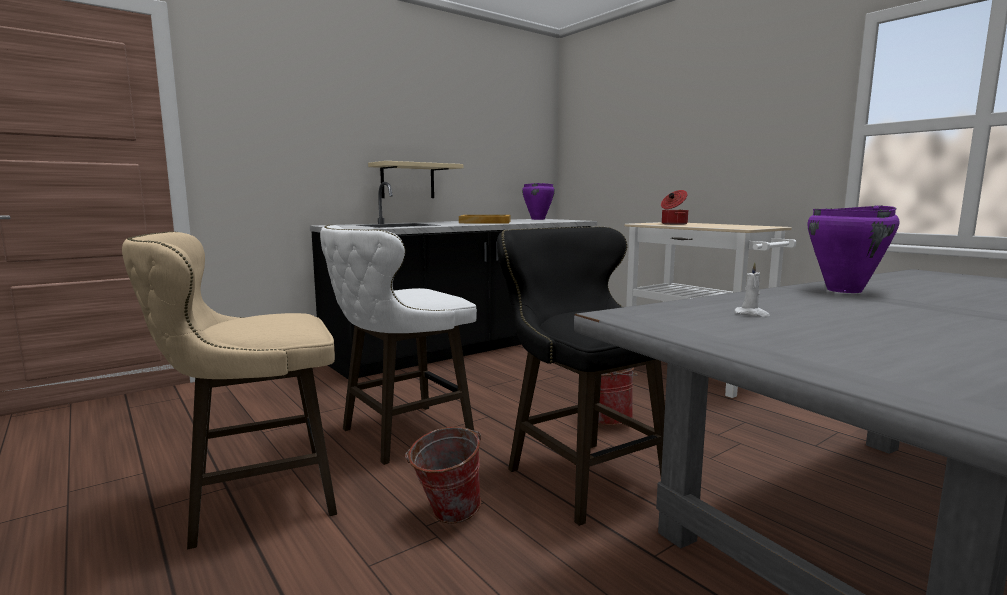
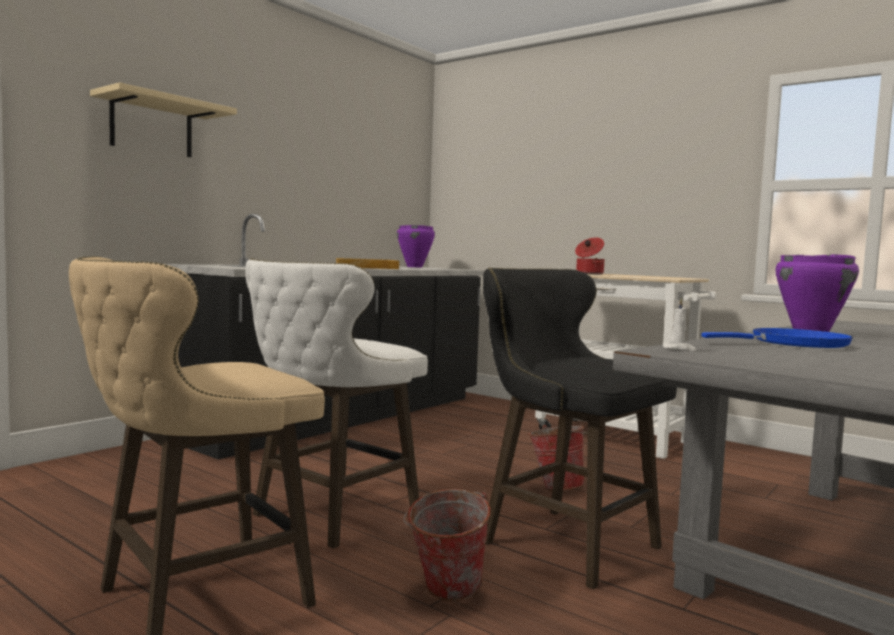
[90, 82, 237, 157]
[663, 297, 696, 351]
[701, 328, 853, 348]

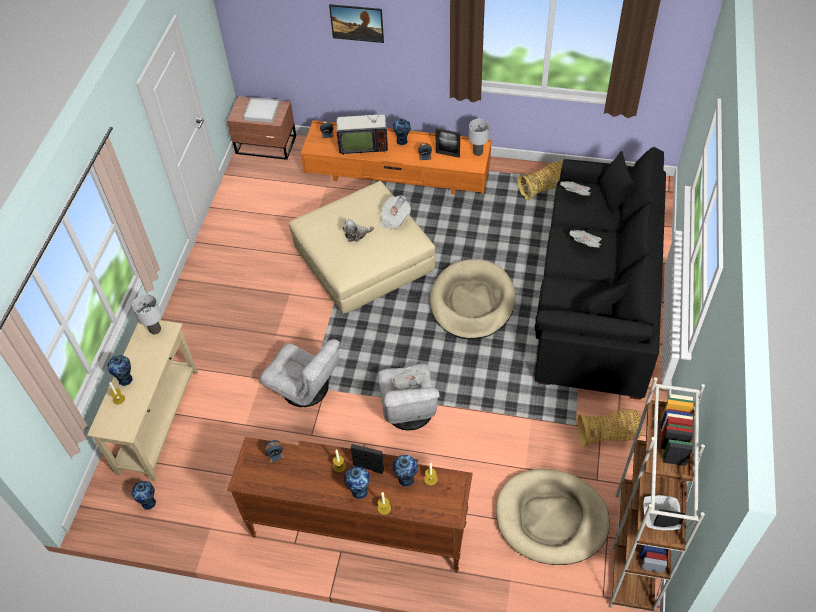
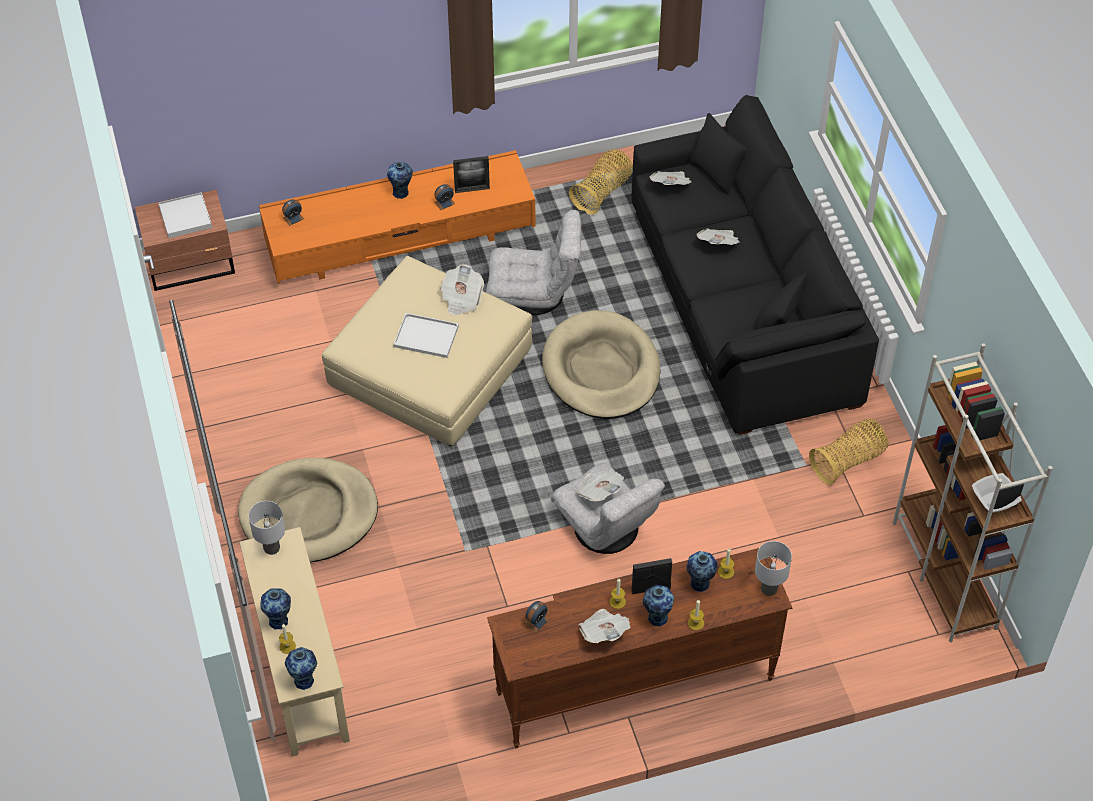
[285, 647, 317, 690]
[486, 210, 581, 315]
[329, 4, 384, 43] (first image)
[336, 102, 388, 155] (first image)
[393, 313, 459, 358]
[755, 541, 792, 596]
[238, 458, 378, 562]
[578, 609, 630, 643]

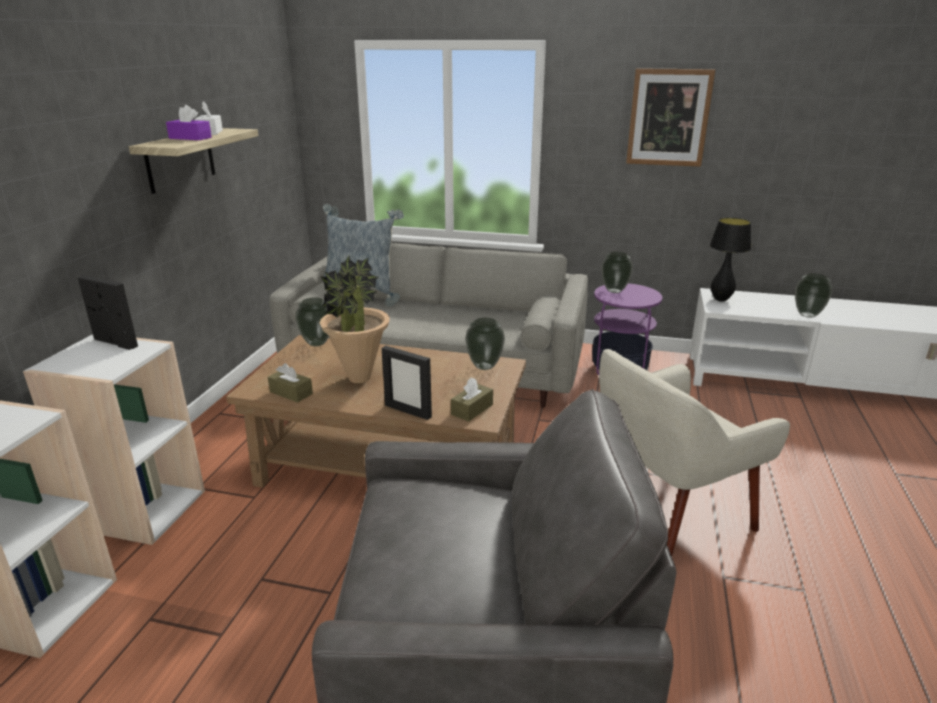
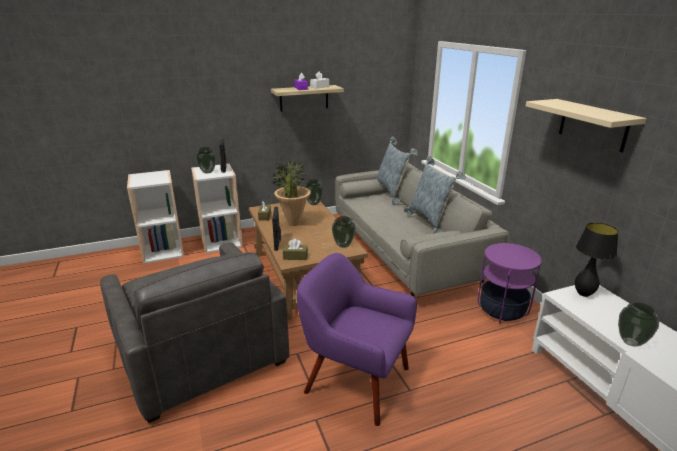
[297, 253, 417, 426]
[196, 147, 216, 174]
[526, 99, 646, 153]
[404, 156, 466, 234]

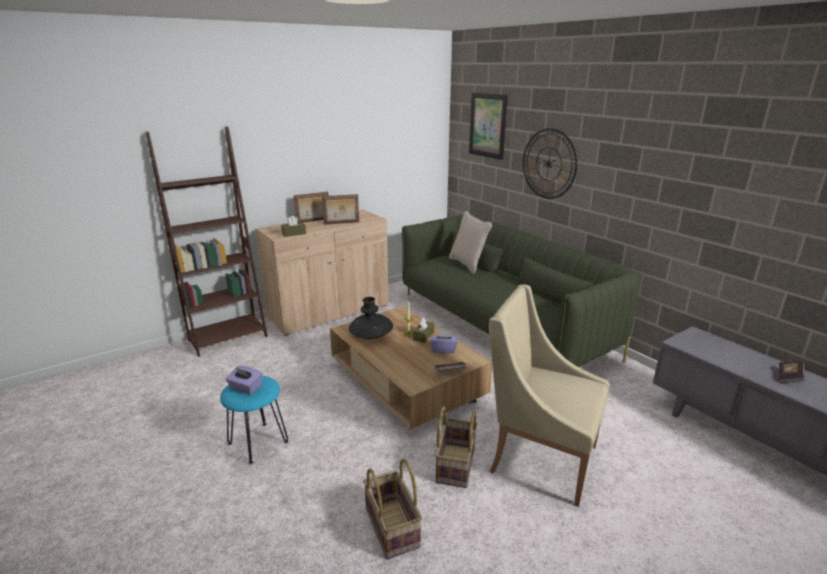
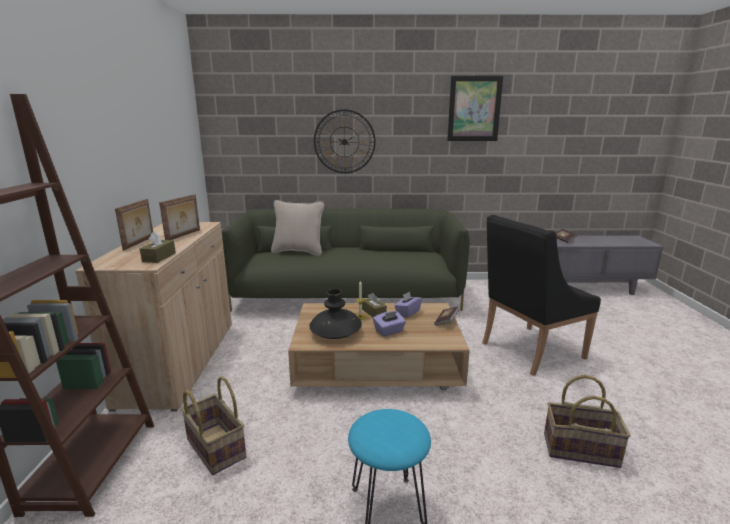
[373, 311, 406, 336]
[181, 376, 246, 475]
[447, 76, 503, 141]
[482, 215, 601, 376]

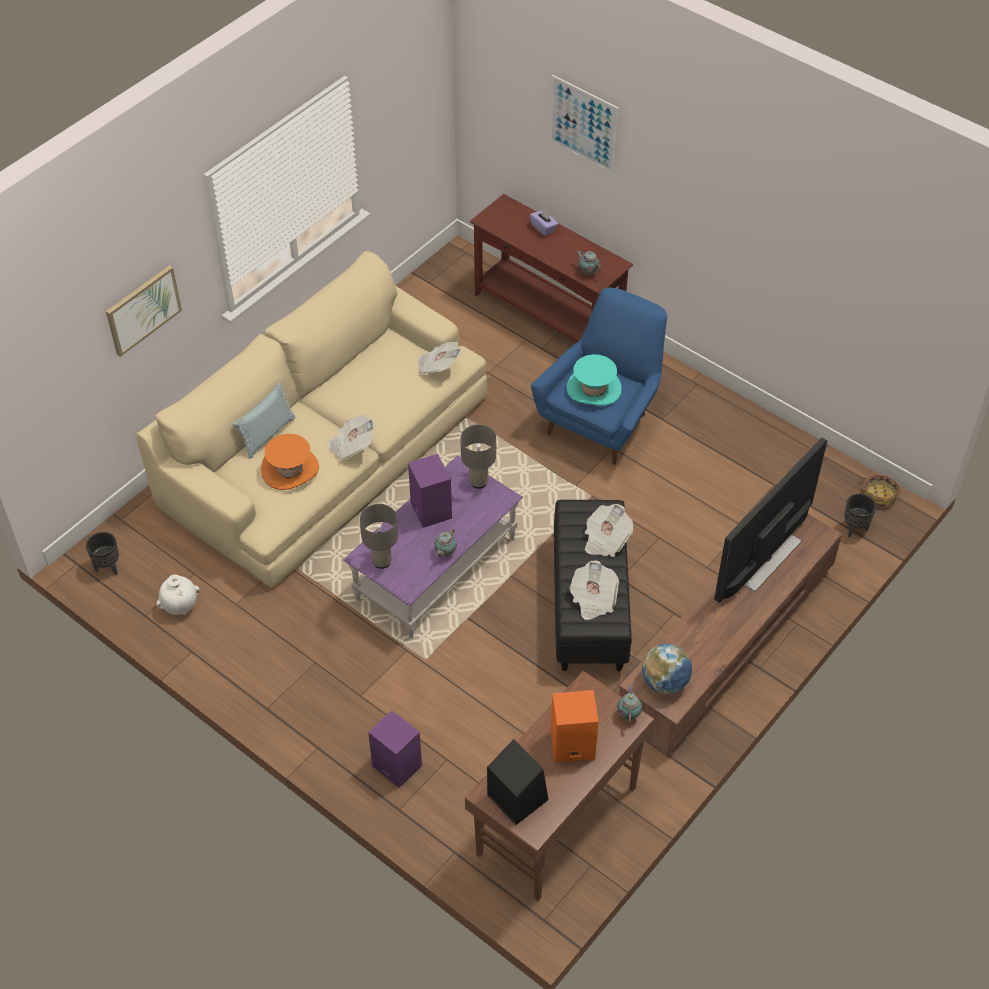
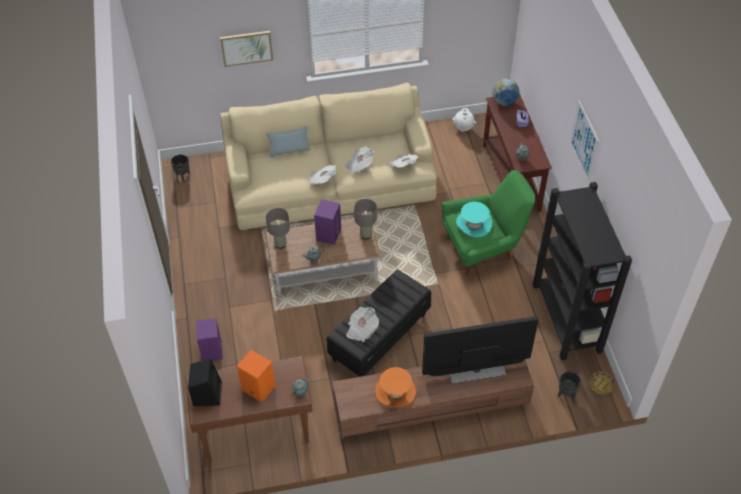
[452, 108, 476, 132]
[375, 367, 416, 407]
[265, 218, 381, 296]
[442, 170, 536, 276]
[570, 100, 599, 182]
[344, 147, 374, 174]
[492, 79, 519, 106]
[533, 182, 632, 360]

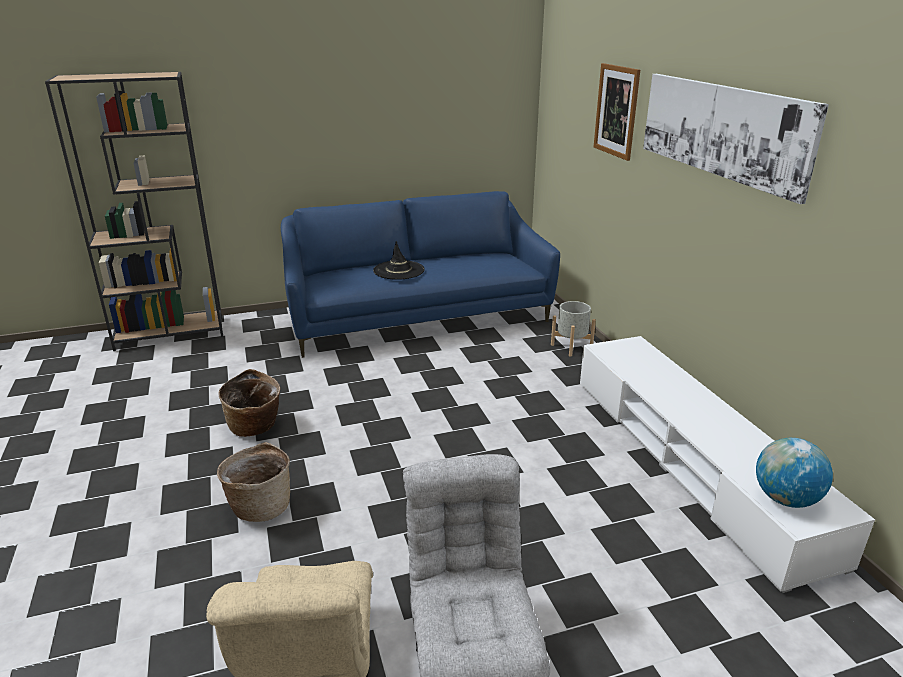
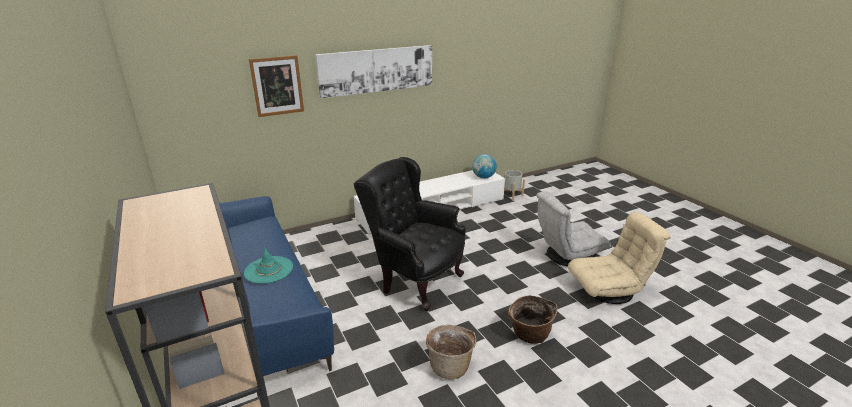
[244, 247, 293, 284]
[504, 170, 525, 201]
[354, 157, 466, 311]

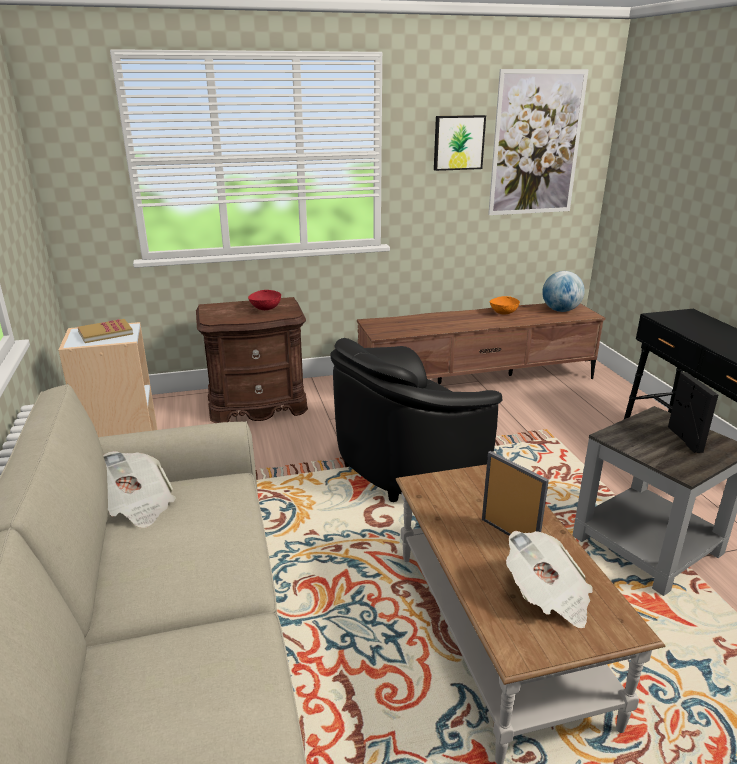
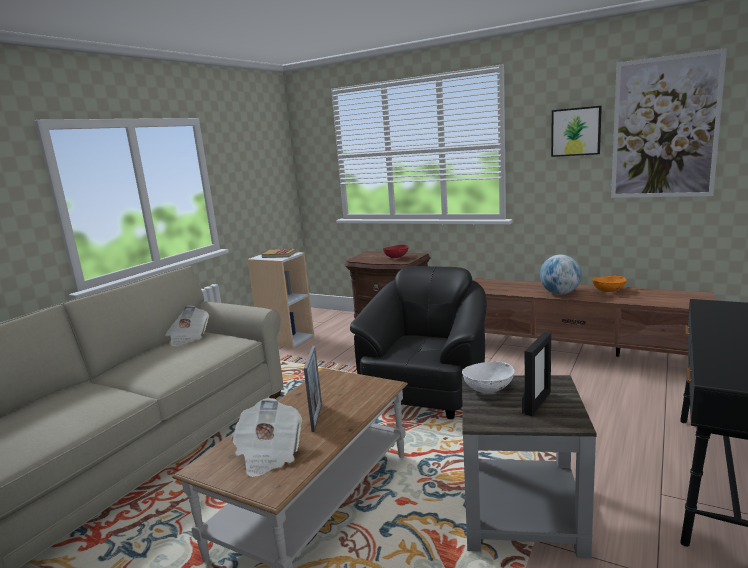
[350, 266, 487, 419]
[540, 255, 582, 295]
[462, 361, 515, 393]

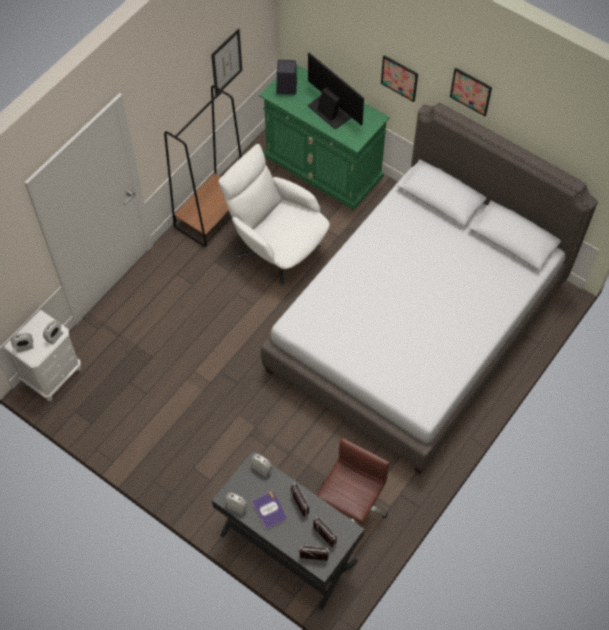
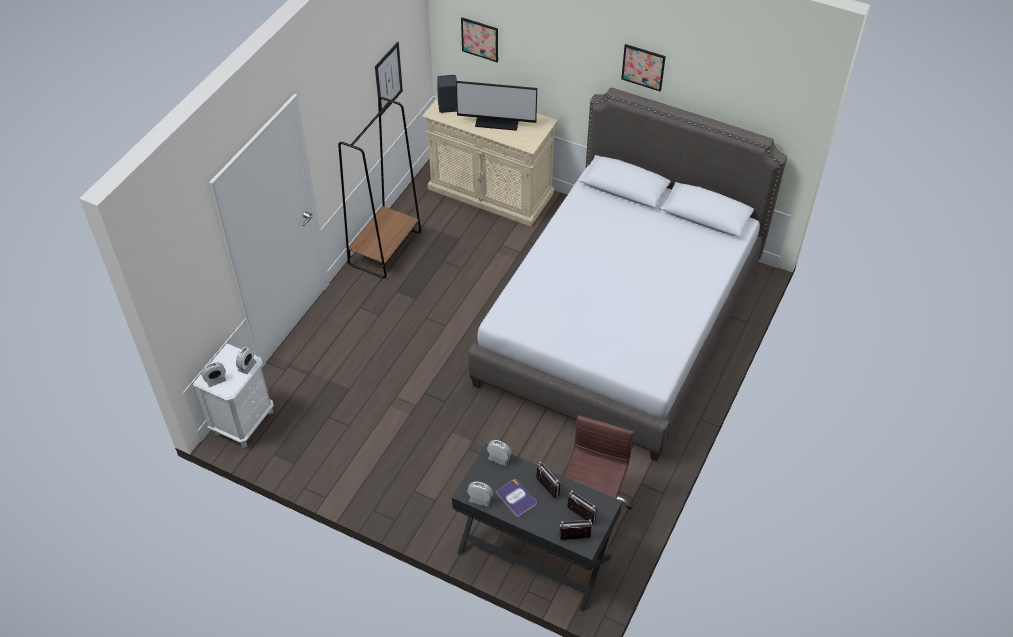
[218, 144, 330, 286] (first image)
[422, 98, 558, 226]
[456, 81, 537, 131]
[461, 17, 498, 62]

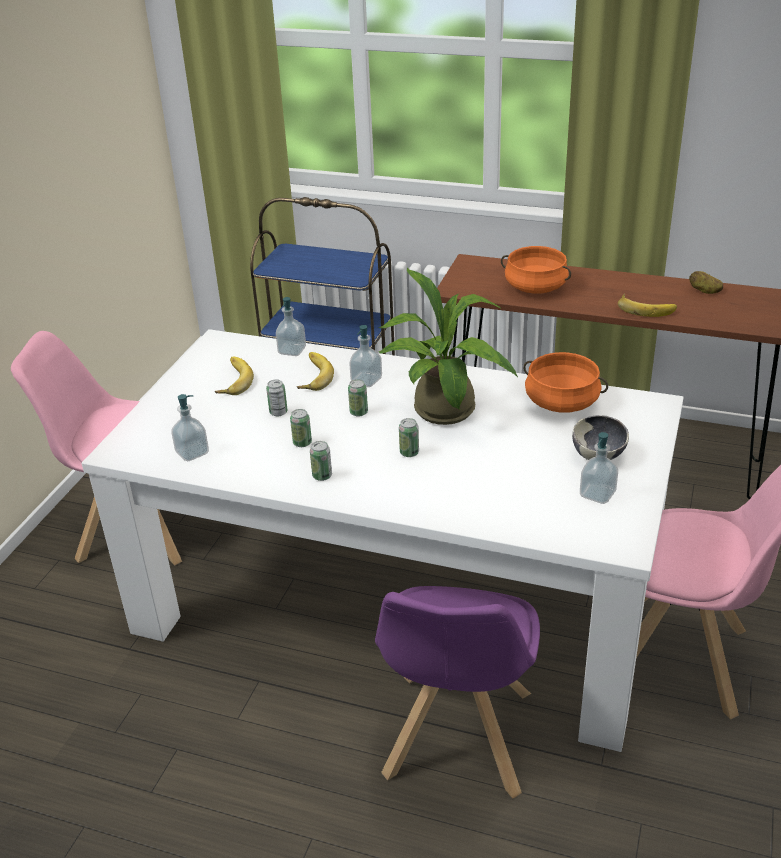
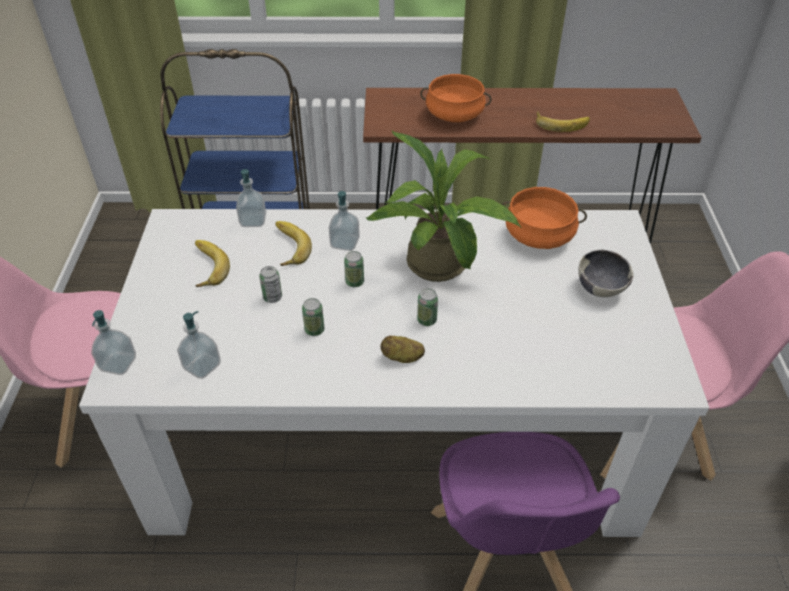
[310, 441, 332, 481] (first image)
[91, 310, 136, 375]
[380, 336, 425, 363]

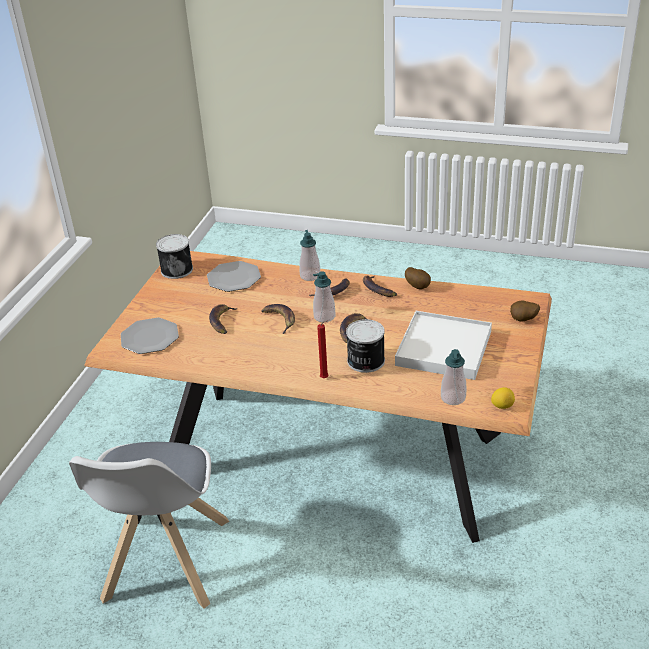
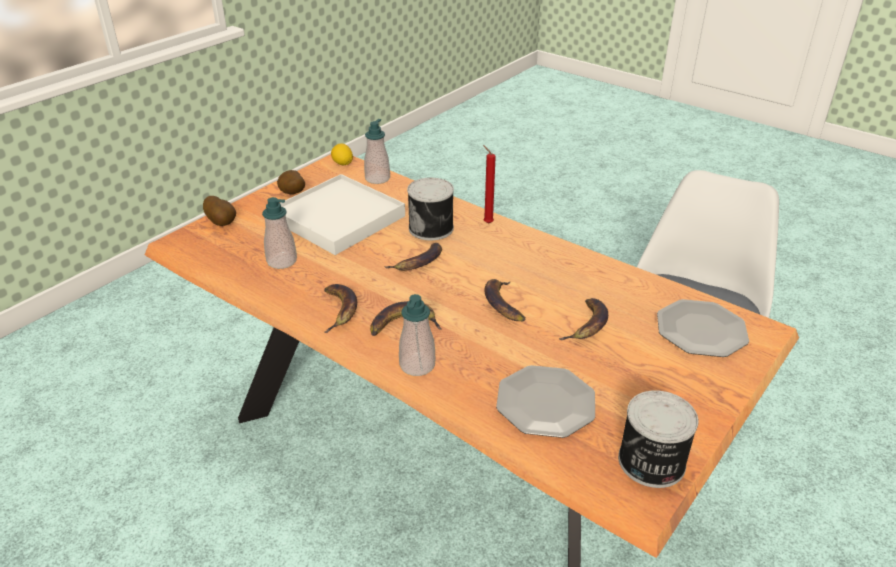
[262, 197, 297, 269]
[277, 170, 305, 194]

